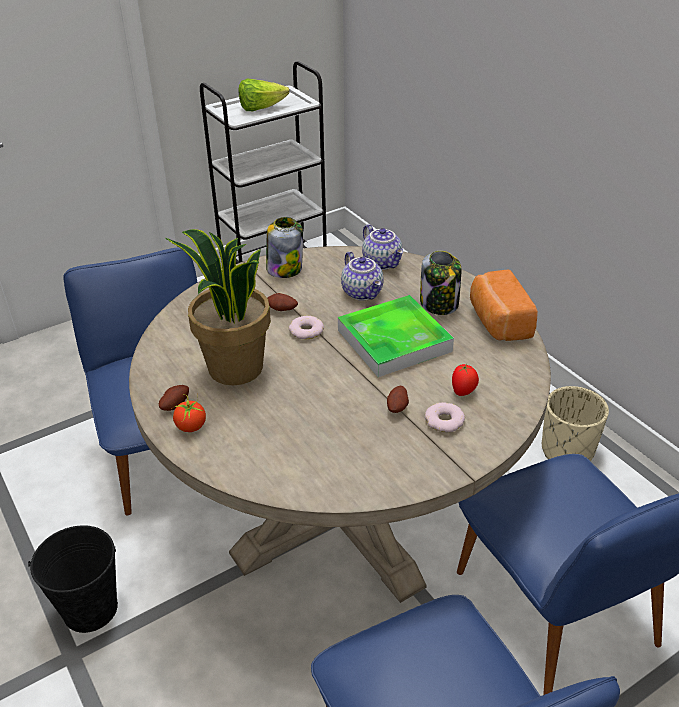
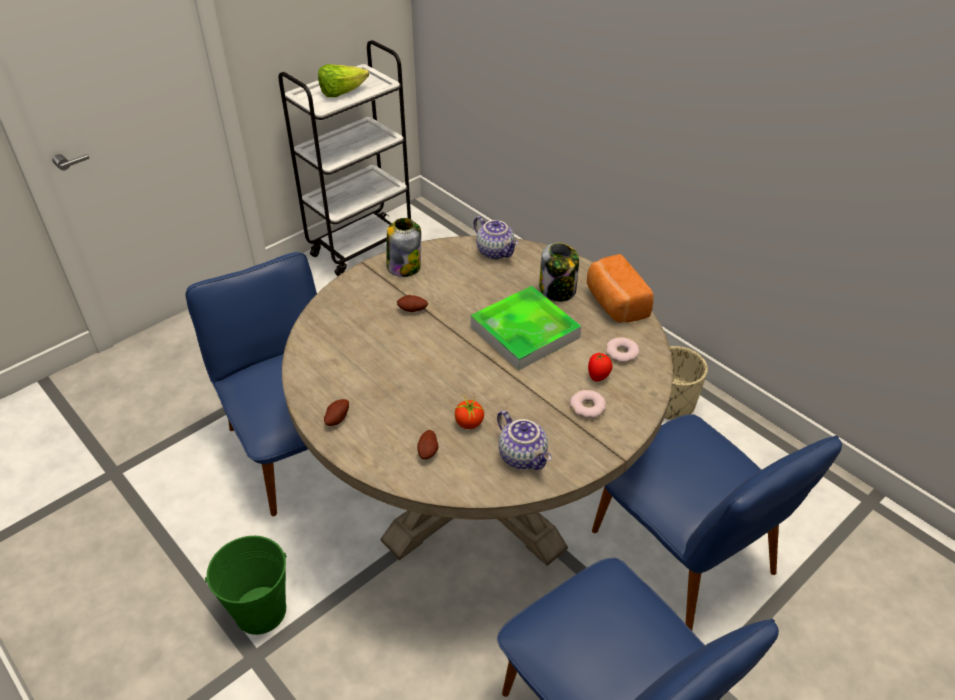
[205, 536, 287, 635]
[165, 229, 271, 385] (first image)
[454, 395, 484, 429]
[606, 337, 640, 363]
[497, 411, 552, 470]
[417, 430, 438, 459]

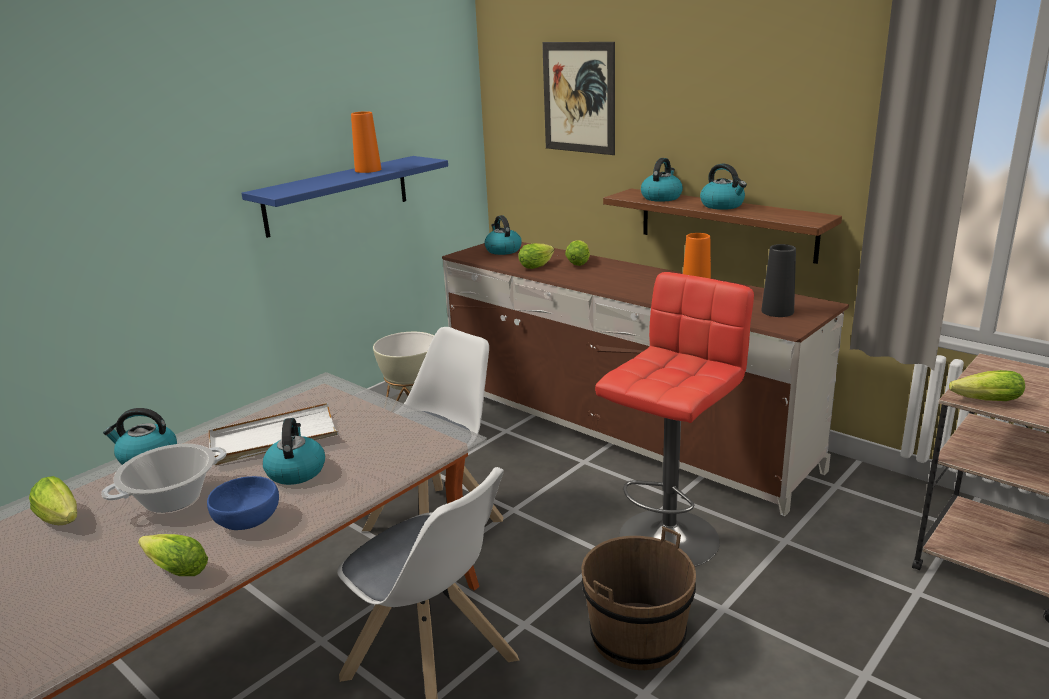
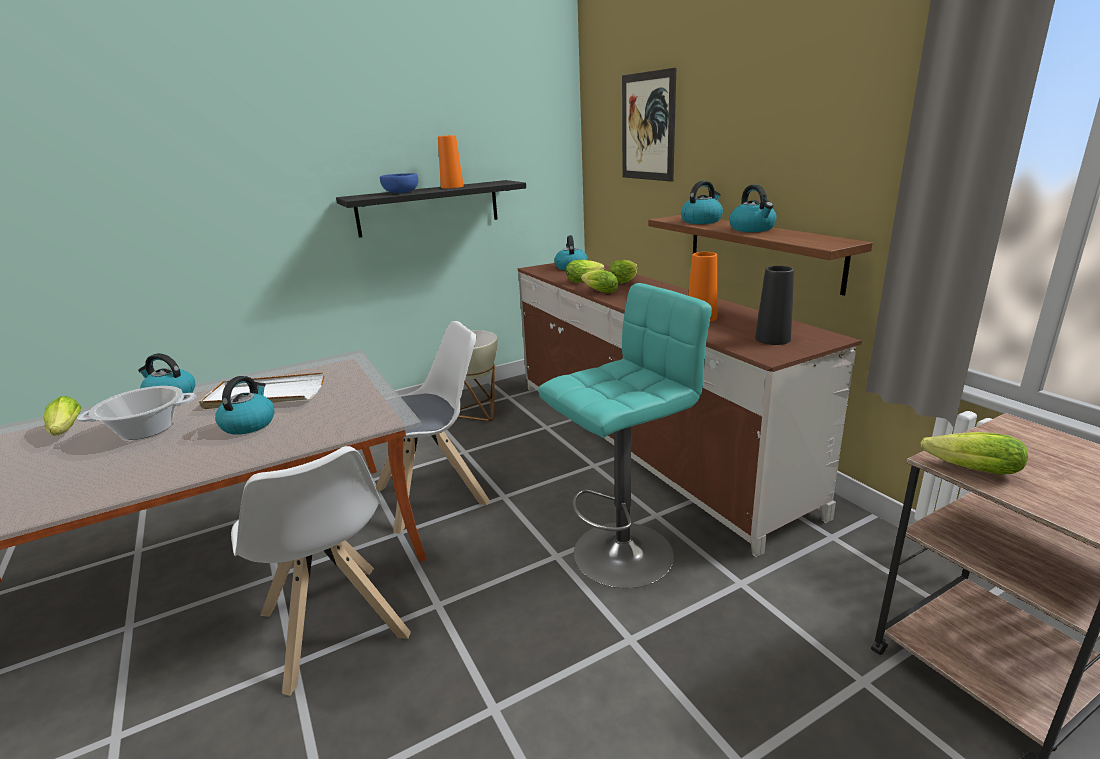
[581, 270, 618, 293]
[380, 173, 418, 193]
[336, 180, 526, 238]
[582, 526, 696, 670] (first image)
[538, 283, 712, 588]

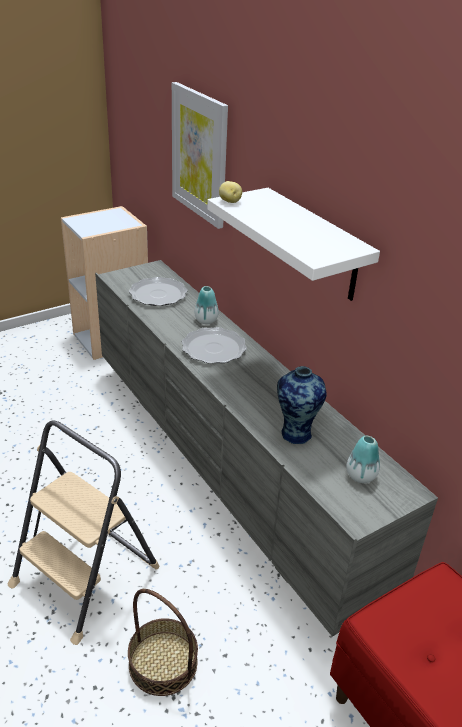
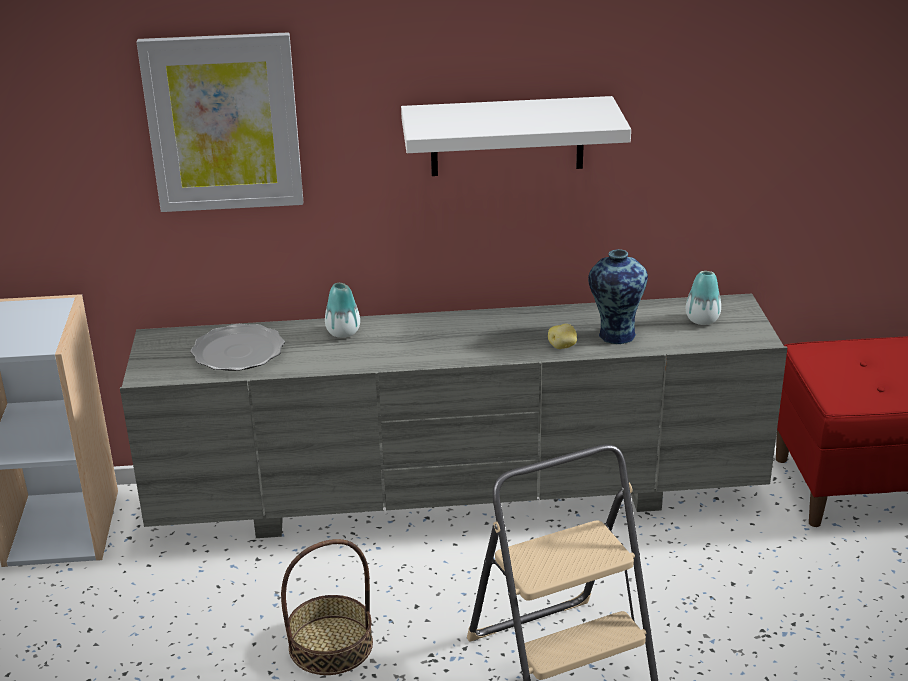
[281, 539, 373, 675]
[182, 327, 247, 364] (first image)
[548, 324, 577, 349]

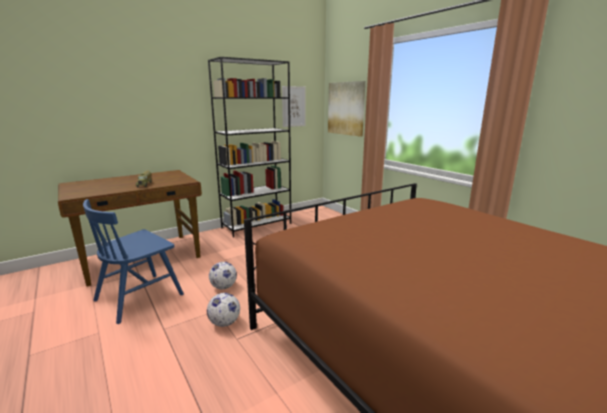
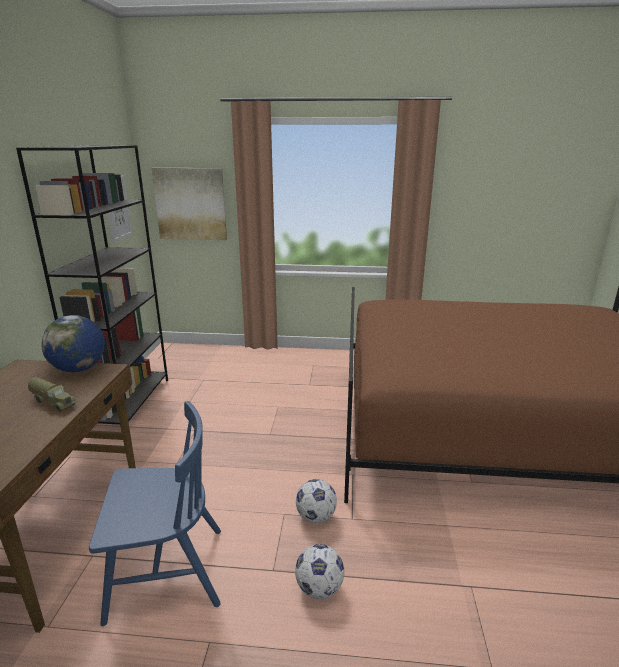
[89, 401, 221, 626]
[16, 145, 168, 425]
[295, 544, 344, 599]
[41, 315, 105, 372]

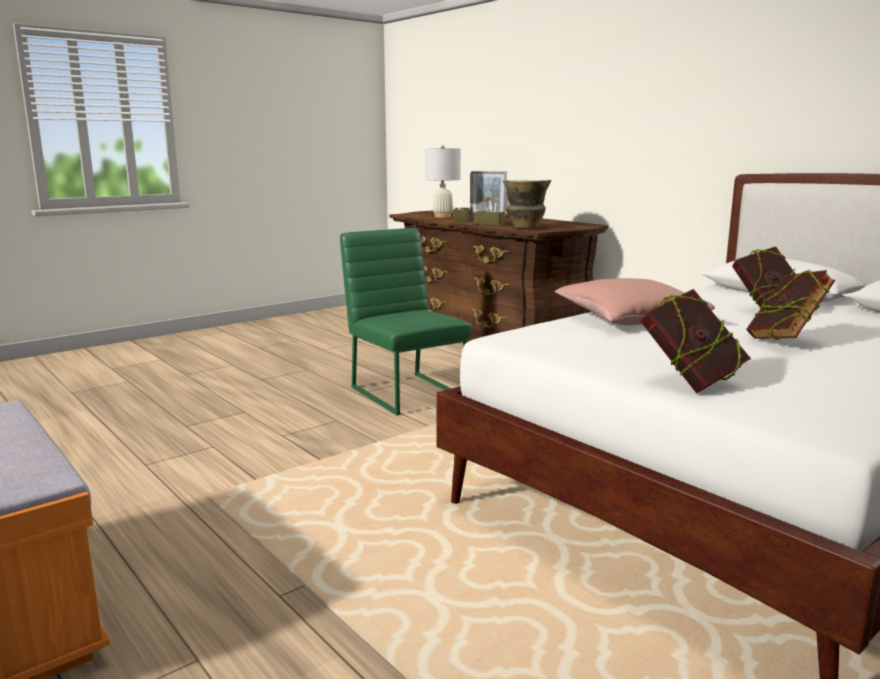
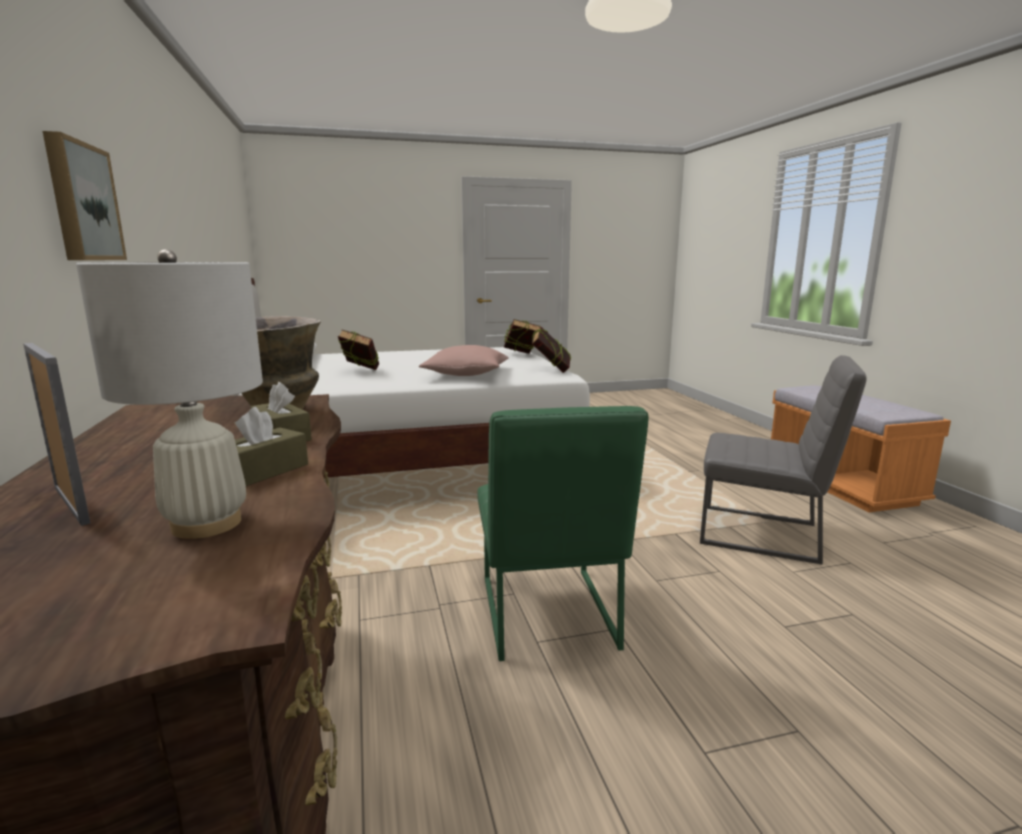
[532, 326, 571, 373]
[43, 131, 127, 260]
[700, 355, 866, 565]

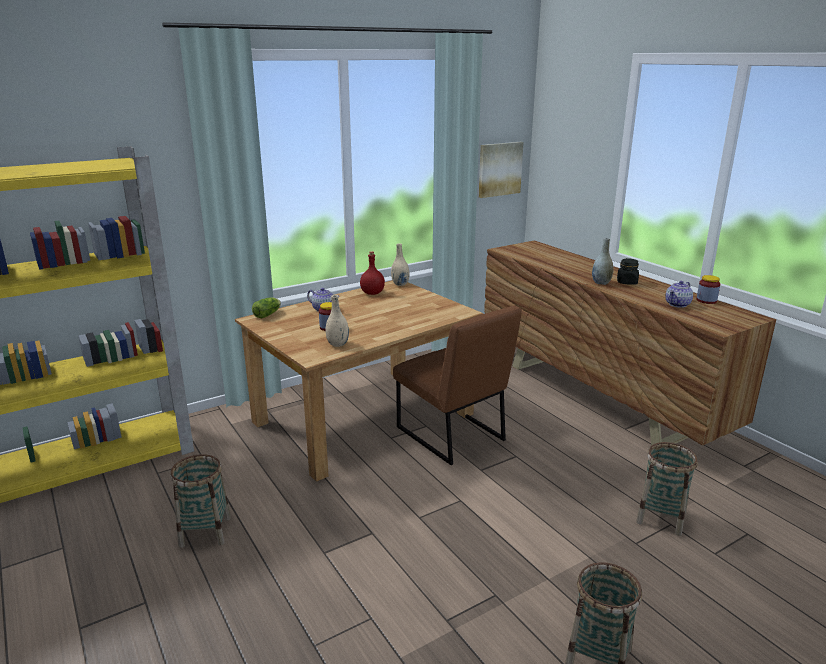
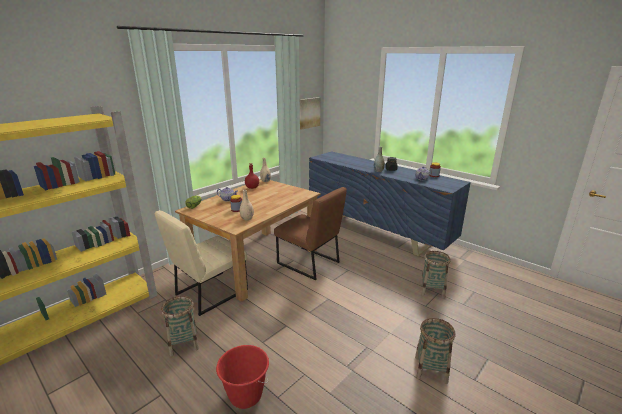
[309, 151, 471, 256]
[155, 210, 248, 316]
[216, 345, 269, 409]

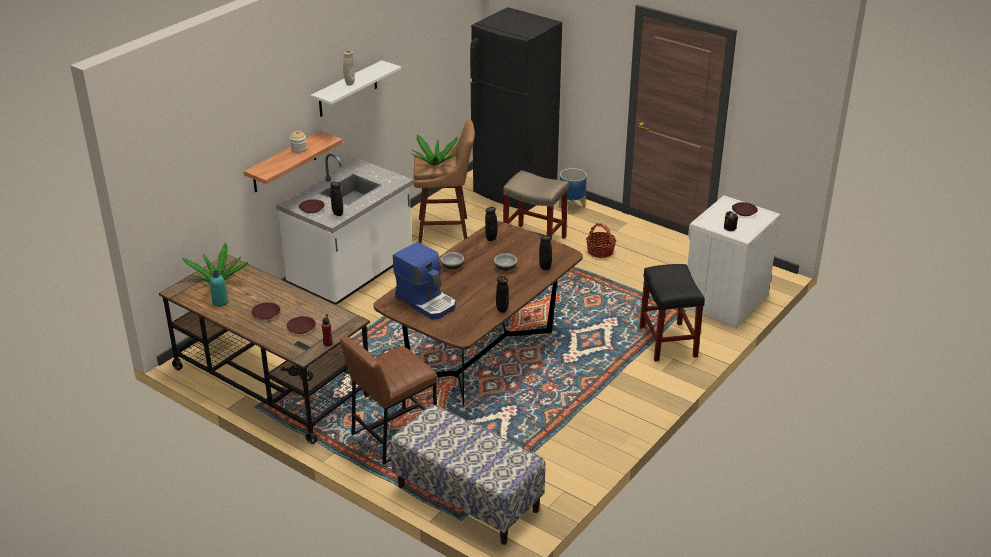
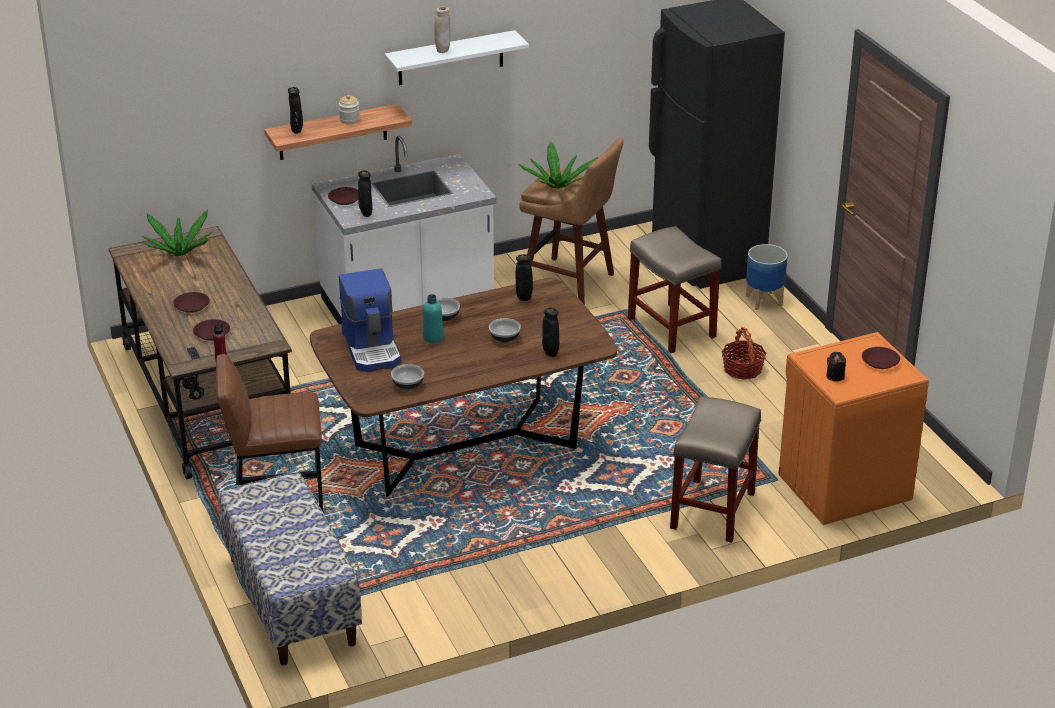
[423, 294, 444, 343]
[288, 87, 303, 134]
[670, 396, 761, 543]
[779, 332, 929, 525]
[391, 364, 424, 390]

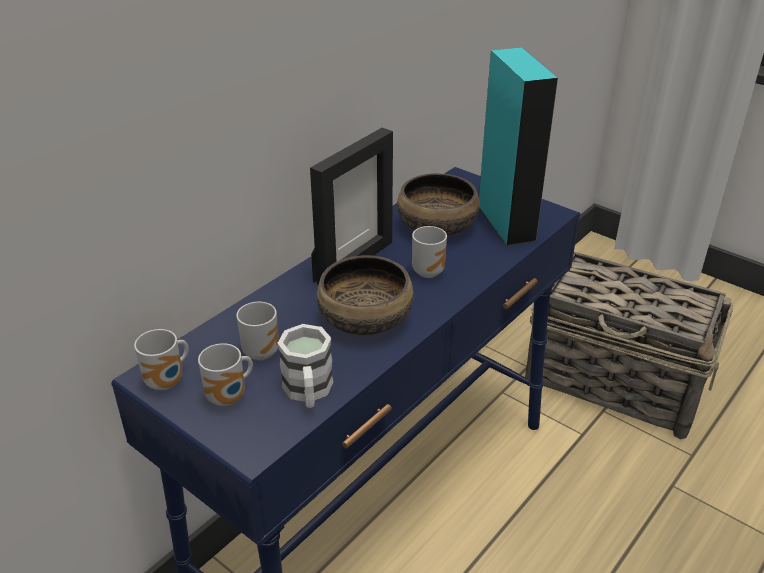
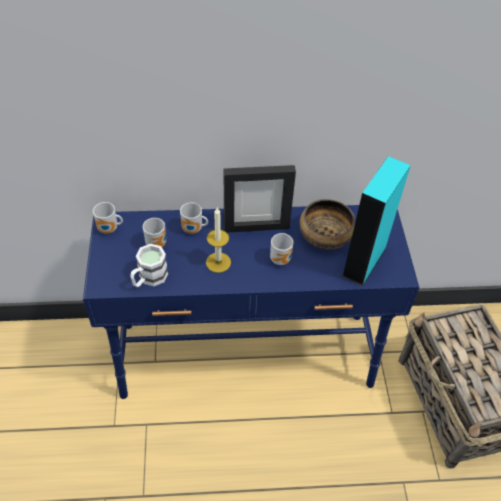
[180, 202, 208, 234]
[206, 208, 231, 273]

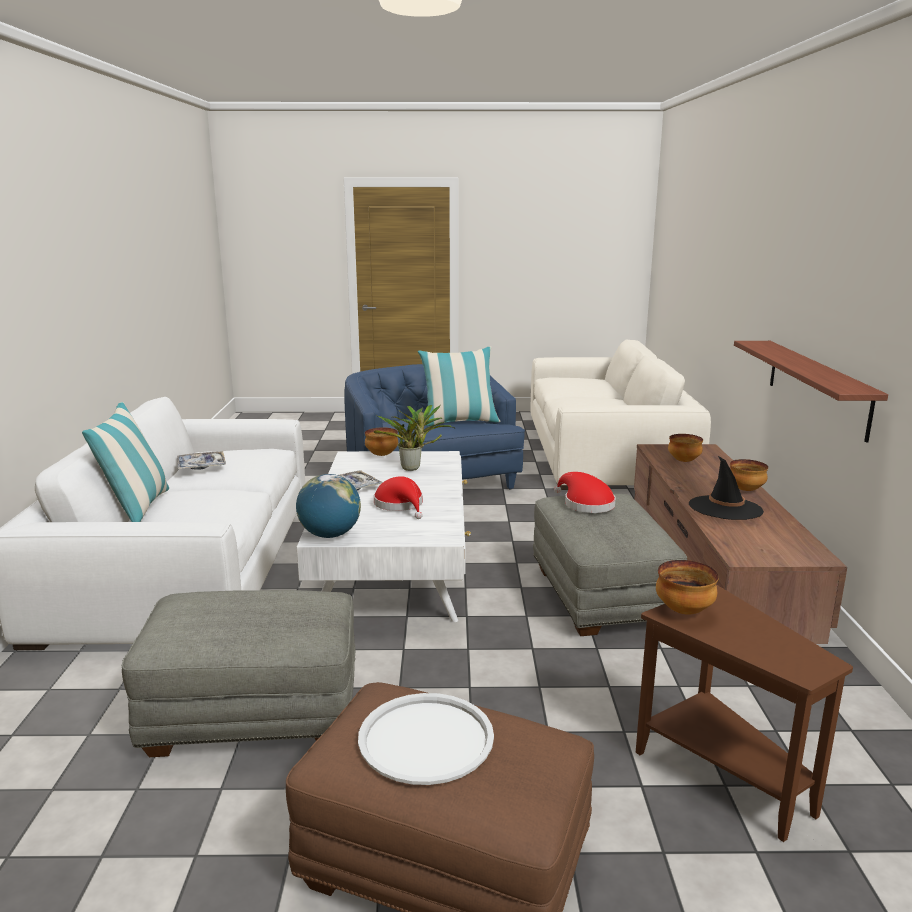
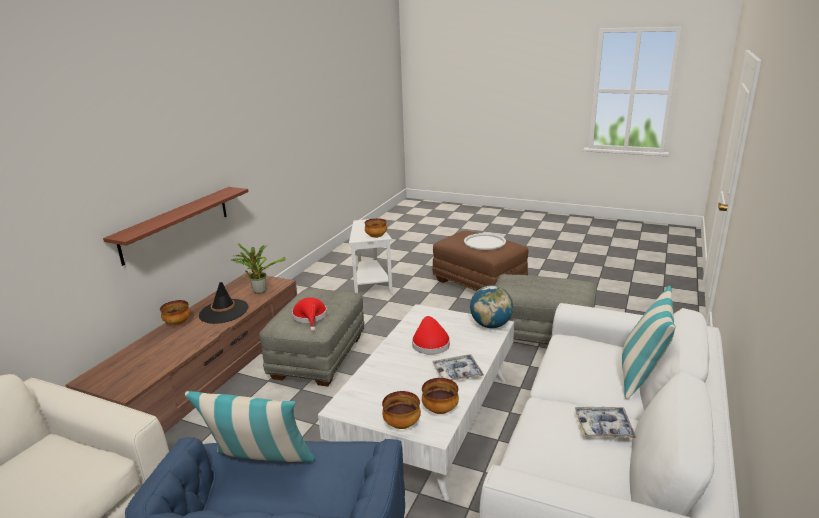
[230, 243, 286, 294]
[349, 219, 393, 295]
[422, 378, 459, 414]

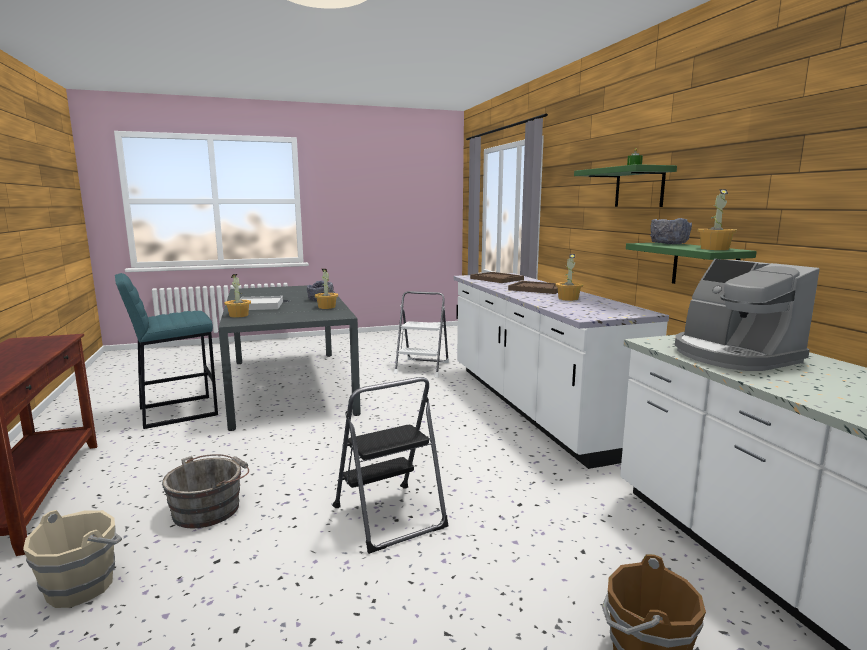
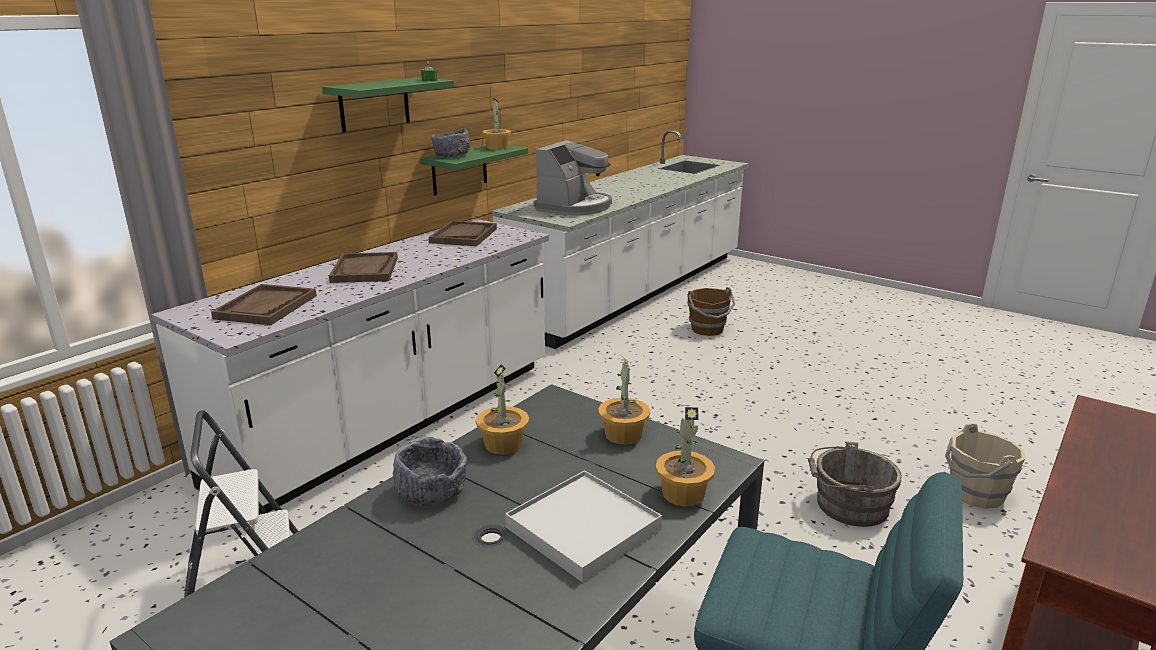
[332, 377, 449, 554] (first image)
[598, 357, 650, 445]
[429, 221, 497, 246]

